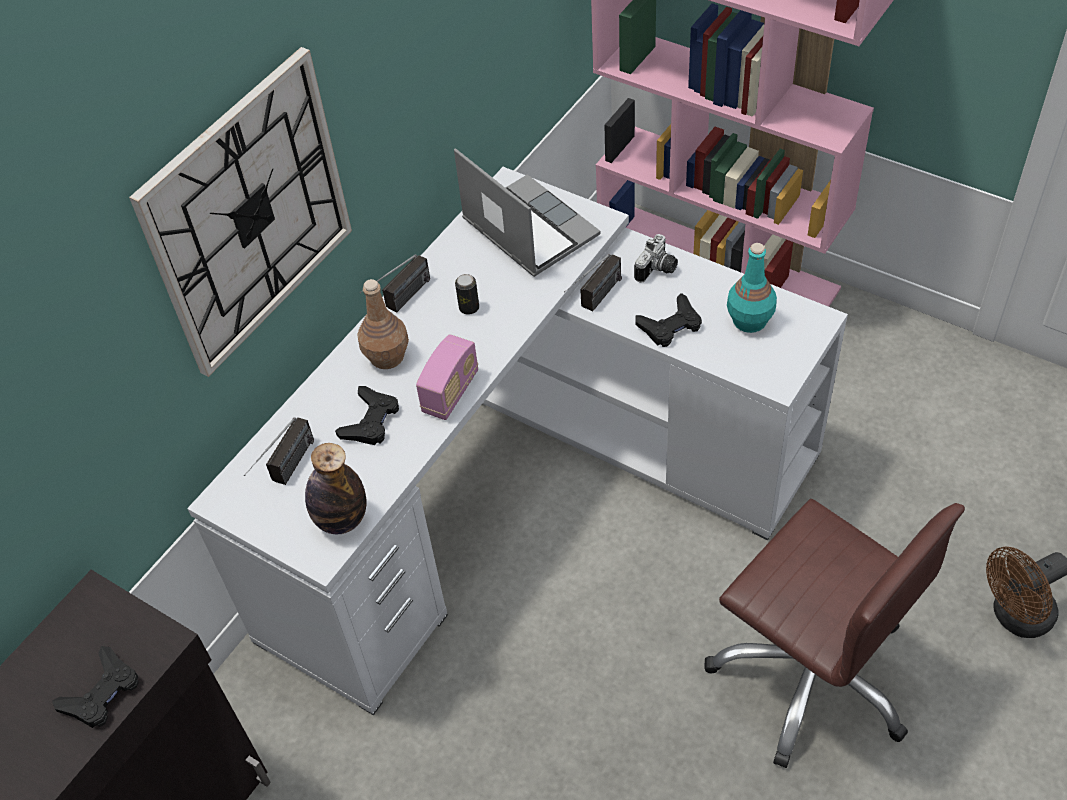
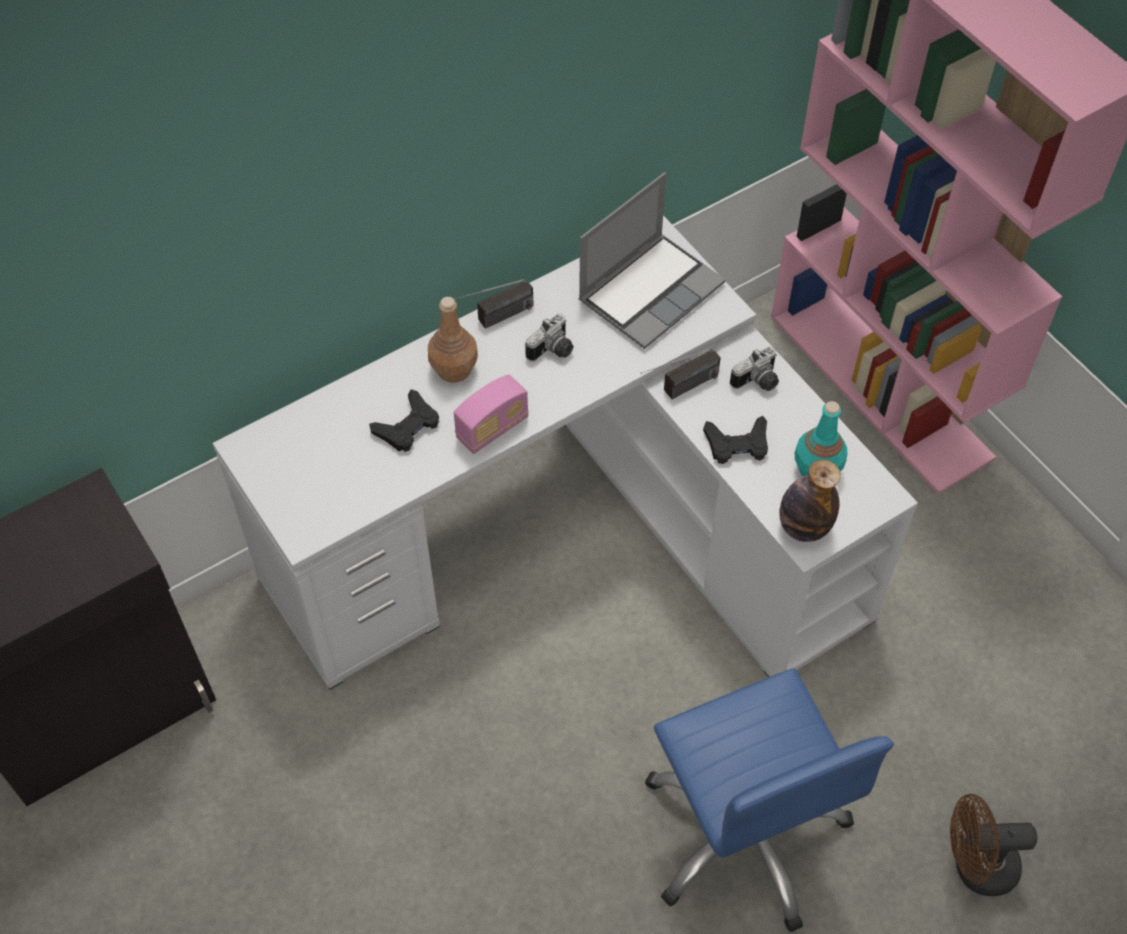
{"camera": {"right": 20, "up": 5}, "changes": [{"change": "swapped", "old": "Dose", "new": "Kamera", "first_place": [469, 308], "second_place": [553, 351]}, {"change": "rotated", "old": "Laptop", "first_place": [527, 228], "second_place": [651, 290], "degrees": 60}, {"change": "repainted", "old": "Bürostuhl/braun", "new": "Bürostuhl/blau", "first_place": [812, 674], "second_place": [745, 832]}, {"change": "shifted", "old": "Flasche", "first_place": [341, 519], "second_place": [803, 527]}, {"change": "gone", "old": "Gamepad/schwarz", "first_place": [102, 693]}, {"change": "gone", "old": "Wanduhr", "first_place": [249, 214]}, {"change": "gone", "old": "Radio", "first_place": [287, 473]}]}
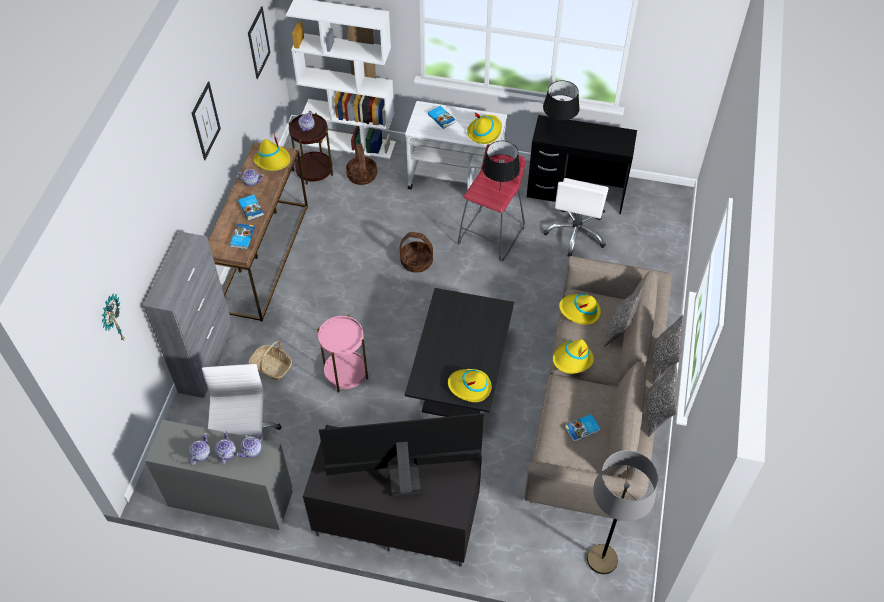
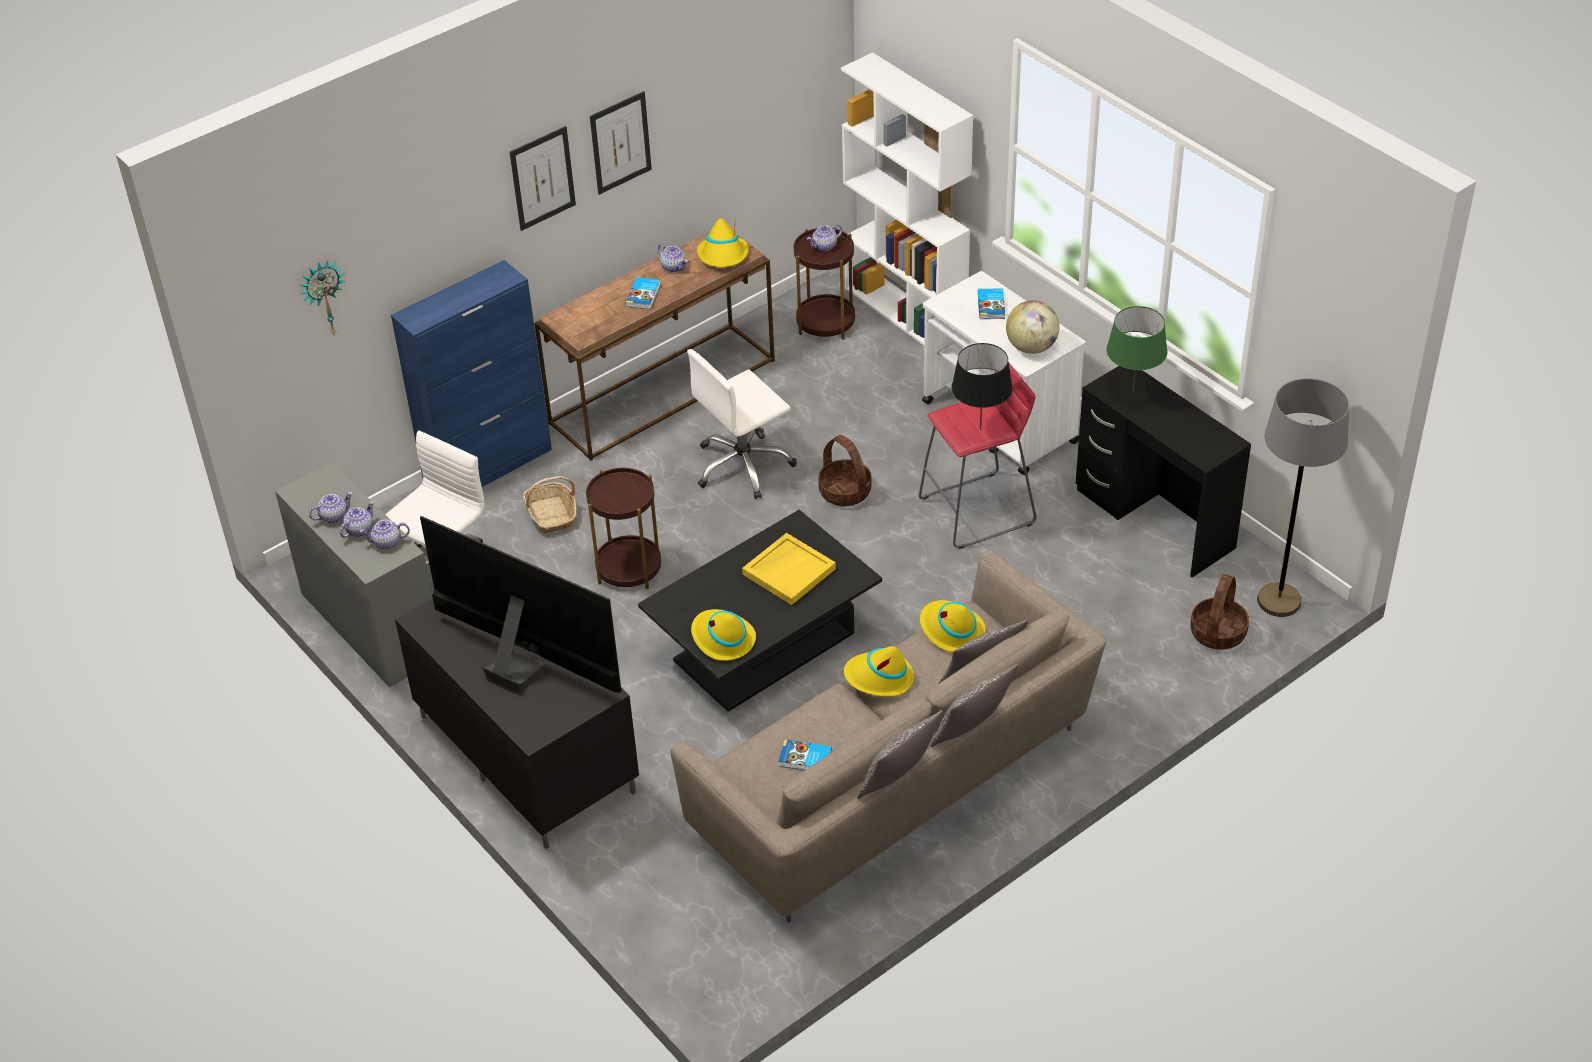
{"camera": {"right": 40, "up": -10}, "changes": [{"change": "repainted", "old": "Schrank/grau", "new": "Schrank/blau", "first_place": [206, 359], "second_place": [489, 467]}, {"change": "shifted", "old": "Bild", "first_place": [258, 42], "second_place": [542, 178]}, {"change": "repainted", "old": "Beistelltisch/rosa", "new": "Beistelltisch/braun", "first_place": [346, 373], "second_place": [628, 568]}, {"change": "shifted", "old": "Bürostuhl/weiß", "first_place": [576, 233], "second_place": [743, 466]}, {"change": "new", "new": "Tablett/gelb", "second_place": [789, 571]}, {"change": "swapped", "old": "Hut/gelb", "new": "Globus", "first_place": [484, 131], "second_place": [1031, 347]}, {"change": "repainted", "old": "Tischlampe/schwarz", "new": "Tischlampe/grün", "first_place": [558, 131], "second_place": [1132, 392]}, {"change": "shifted", "old": "Korb", "first_place": [362, 175], "second_place": [1218, 633]}, {"change": "shifted", "old": "Stehlampe/grau", "first_place": [602, 559], "second_place": [1279, 601]}, {"change": "gone", "old": "Buch", "first_place": [242, 237]}]}
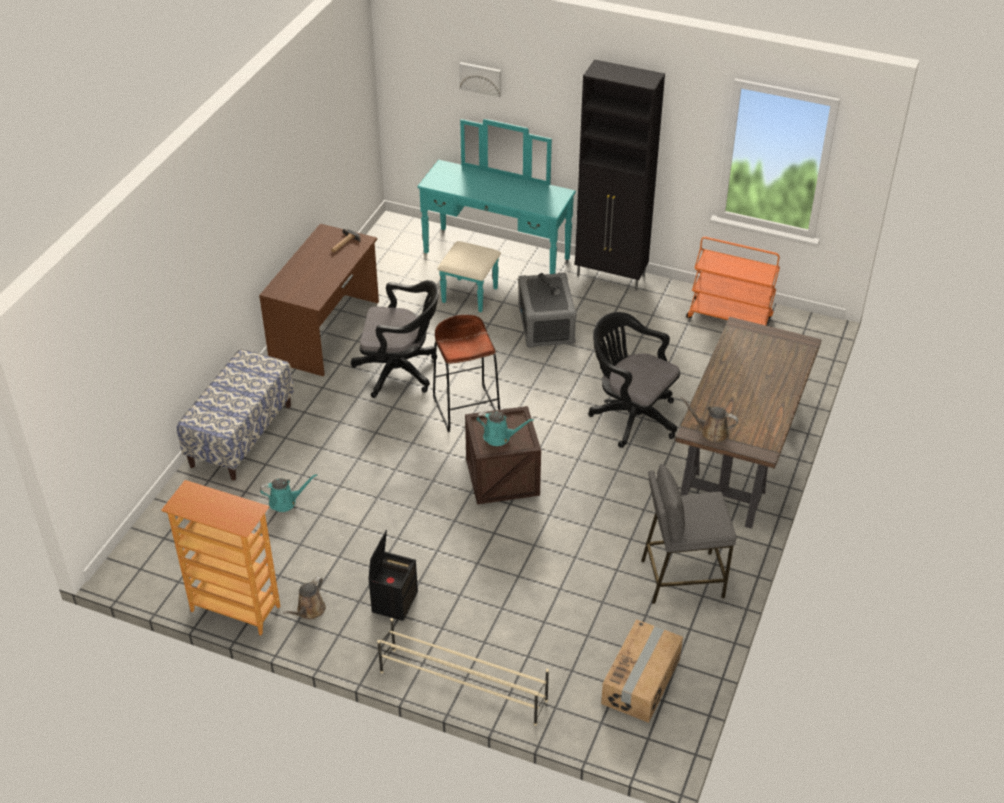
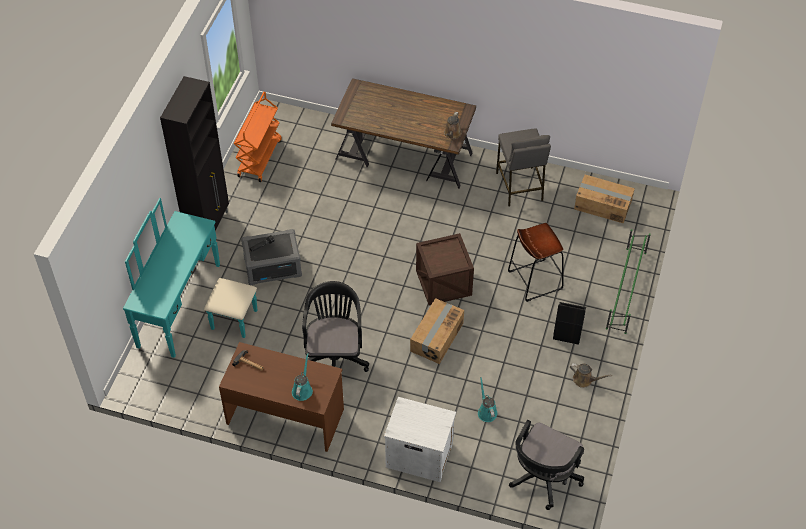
{"camera": {"right": -95, "up": 10}, "changes": [{"change": "shifted", "old": "Gießkanne/türkis", "first_place": [499, 437], "second_place": [302, 389]}, {"change": "swapped", "old": "Bank", "new": "Nachttisch/weiß", "first_place": [241, 435], "second_place": [418, 455]}, {"change": "new", "new": "Karton", "second_place": [436, 337]}, {"change": "shifted", "old": "Hocker/braun", "first_place": [466, 408], "second_place": [534, 280]}, {"change": "shifted", "old": "Bürostuhl/schwarz", "first_place": [630, 416], "second_place": [543, 479]}, {"change": "repainted", "old": "Schuhregal/beige", "new": "Schuhregal/grün", "first_place": [462, 685], "second_place": [626, 290]}, {"change": "gone", "old": "Bücherregal", "first_place": [234, 609]}, {"change": "gone", "old": "Bild", "first_place": [481, 78]}]}
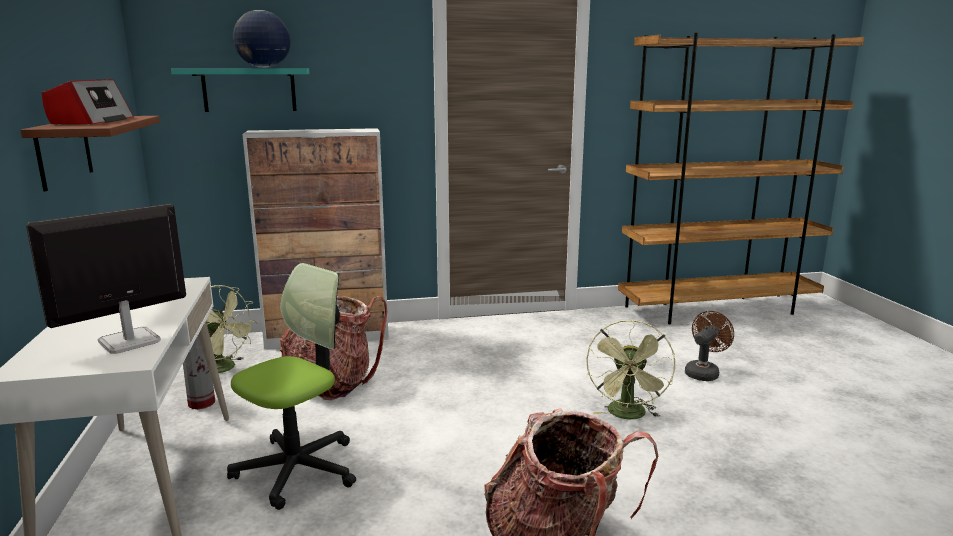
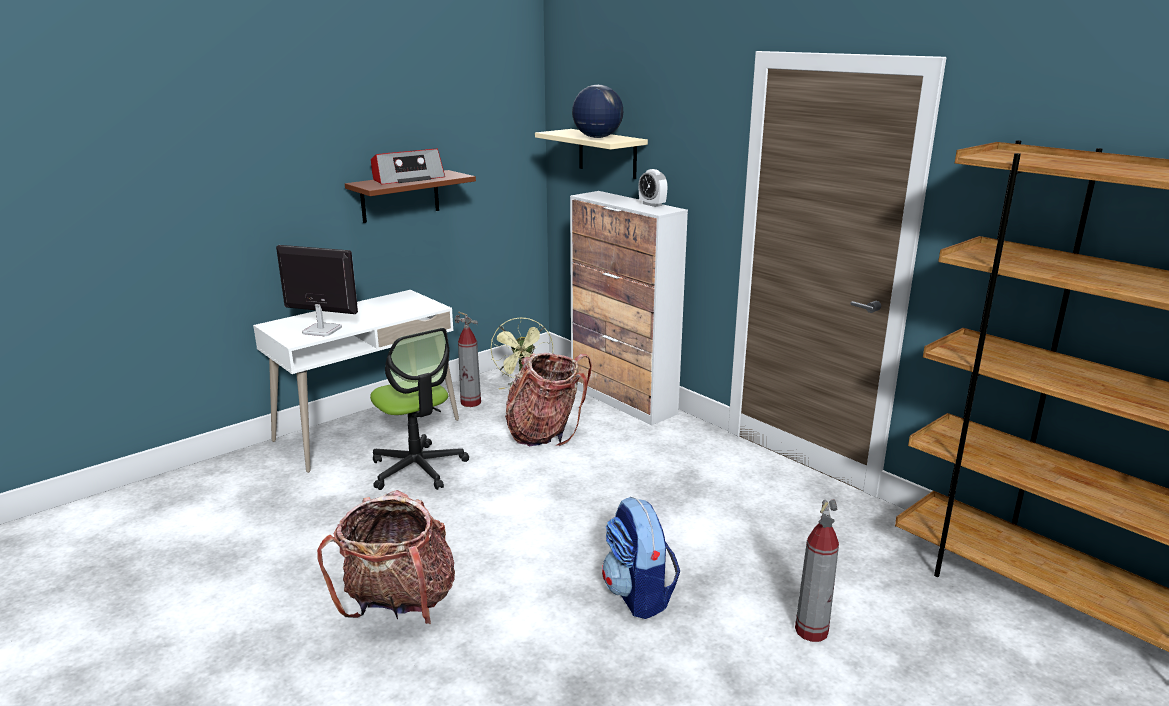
{"camera": {"right": 60, "up": 5}, "changes": [{"change": "rotated", "old": "Bürostuhl", "first_place": [297, 469], "second_place": [418, 468], "degrees": 45}, {"change": "repainted", "old": "Wandregal/türkis", "new": "Wandregal/beige", "first_place": [249, 90], "second_place": [607, 153]}, {"change": "swapped", "old": "Ventilator/grün", "new": "Rucksack", "first_place": [628, 415], "second_place": [639, 595]}, {"change": "new", "new": "Wecker", "second_place": [652, 204]}, {"change": "swapped", "old": "Ventilator/braun", "new": "Feuerlöscher", "first_place": [703, 372], "second_place": [811, 630]}]}
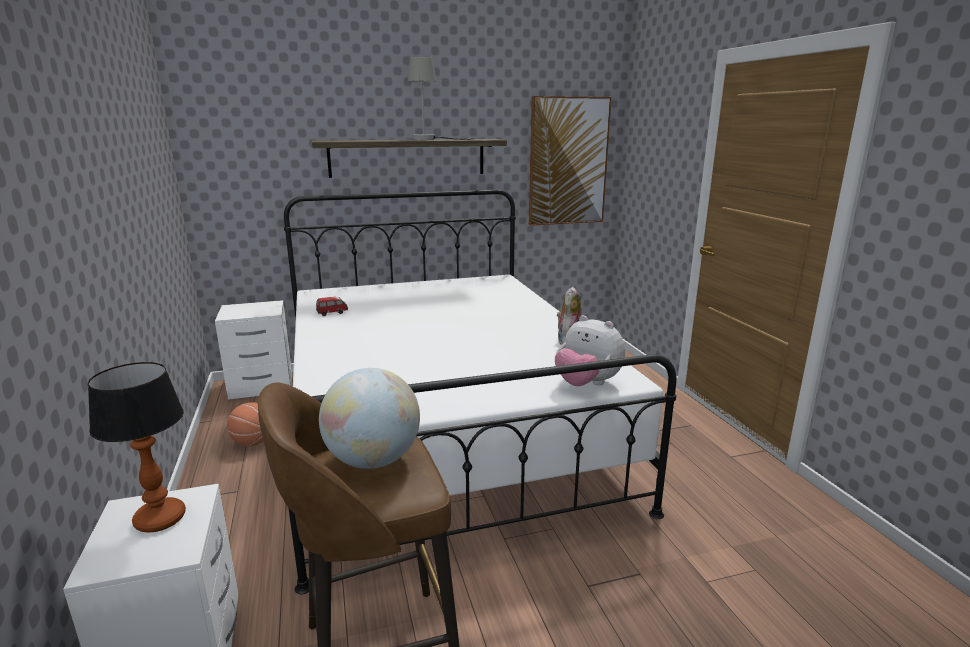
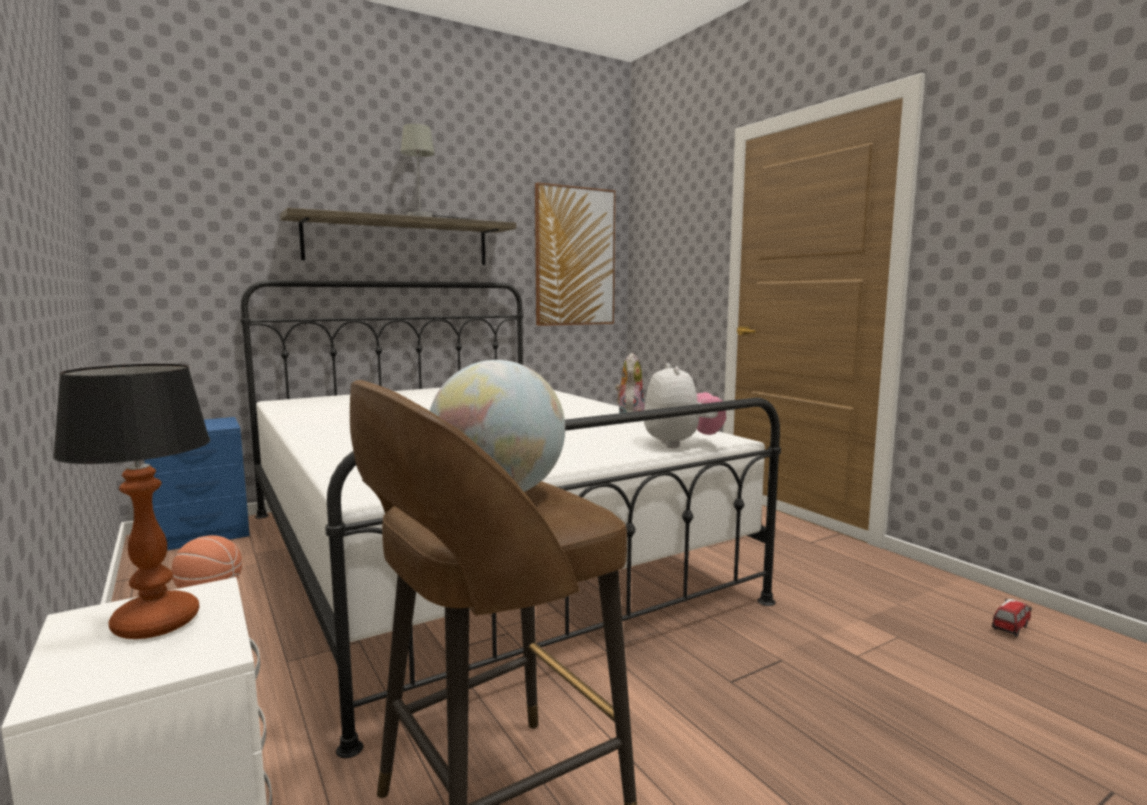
{"camera": {"right": -15, "up": -10}, "changes": [{"change": "repainted", "old": "Nachttisch/weiß", "new": "Nachttisch/blau", "first_place": [263, 386], "second_place": [205, 534]}, {"change": "rotated", "old": "Plüschtier", "first_place": [586, 384], "second_place": [681, 444], "degrees": -120}, {"change": "shifted", "old": "Spielzeugauto", "first_place": [332, 313], "second_place": [1010, 627]}]}
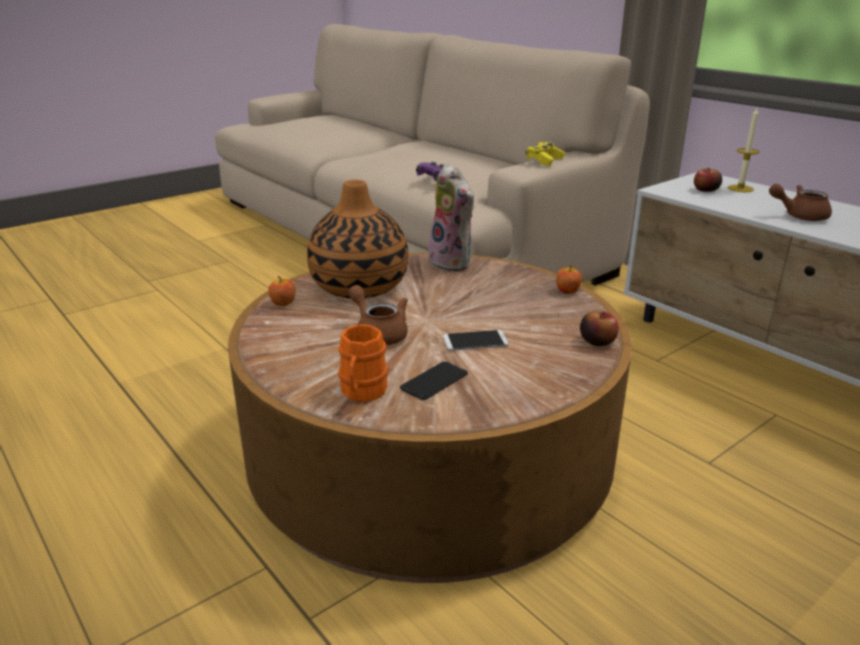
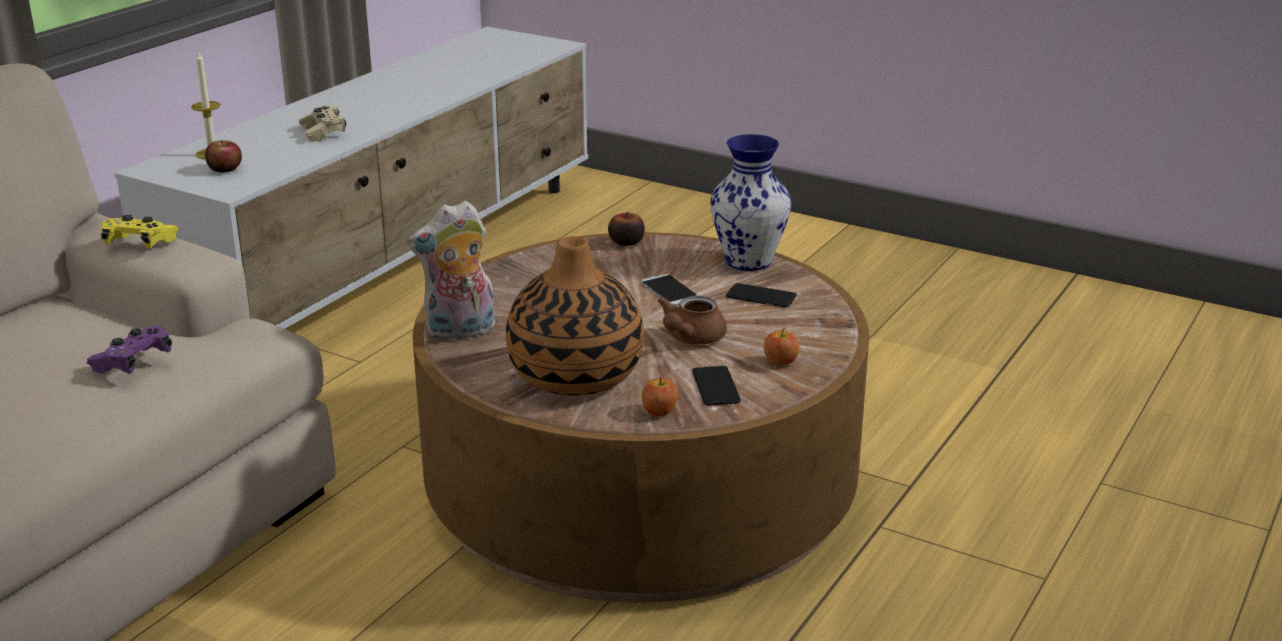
{"camera": {"right": -110, "up": 0}, "changes": [{"change": "swapped", "old": "Teekanne/braun", "new": "Gamepad/beige", "first_place": [799, 216], "second_place": [323, 132]}, {"change": "rotated", "old": "Plüschtier", "first_place": [453, 263], "second_place": [460, 332], "degrees": -150}, {"change": "new", "new": "Handy", "second_place": [715, 387]}, {"change": "new", "new": "Vase", "second_place": [748, 262]}, {"change": "shifted", "old": "Apfel", "first_place": [567, 291], "second_place": [780, 362]}, {"change": "gone", "old": "Henkelbecher/orange", "first_place": [362, 393]}]}
